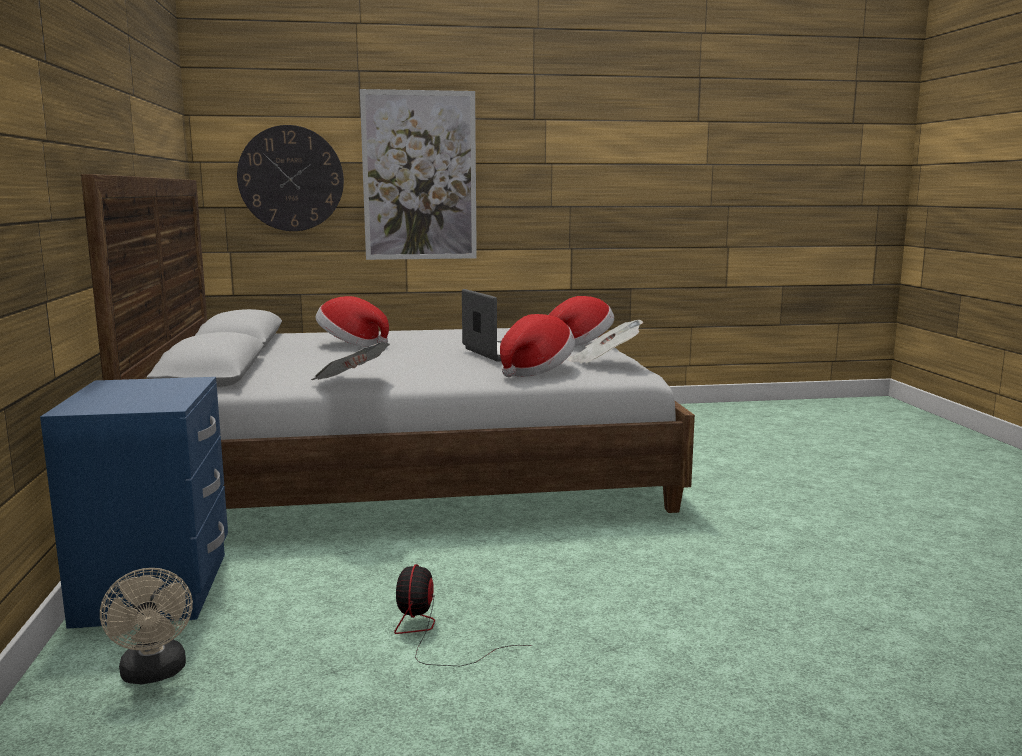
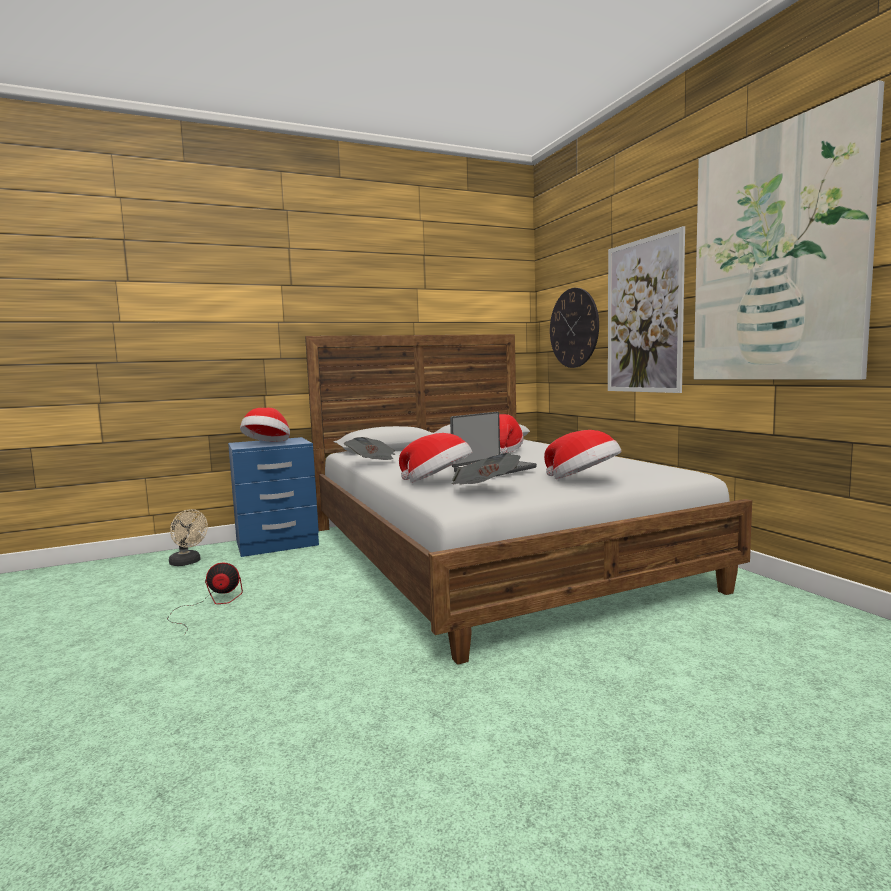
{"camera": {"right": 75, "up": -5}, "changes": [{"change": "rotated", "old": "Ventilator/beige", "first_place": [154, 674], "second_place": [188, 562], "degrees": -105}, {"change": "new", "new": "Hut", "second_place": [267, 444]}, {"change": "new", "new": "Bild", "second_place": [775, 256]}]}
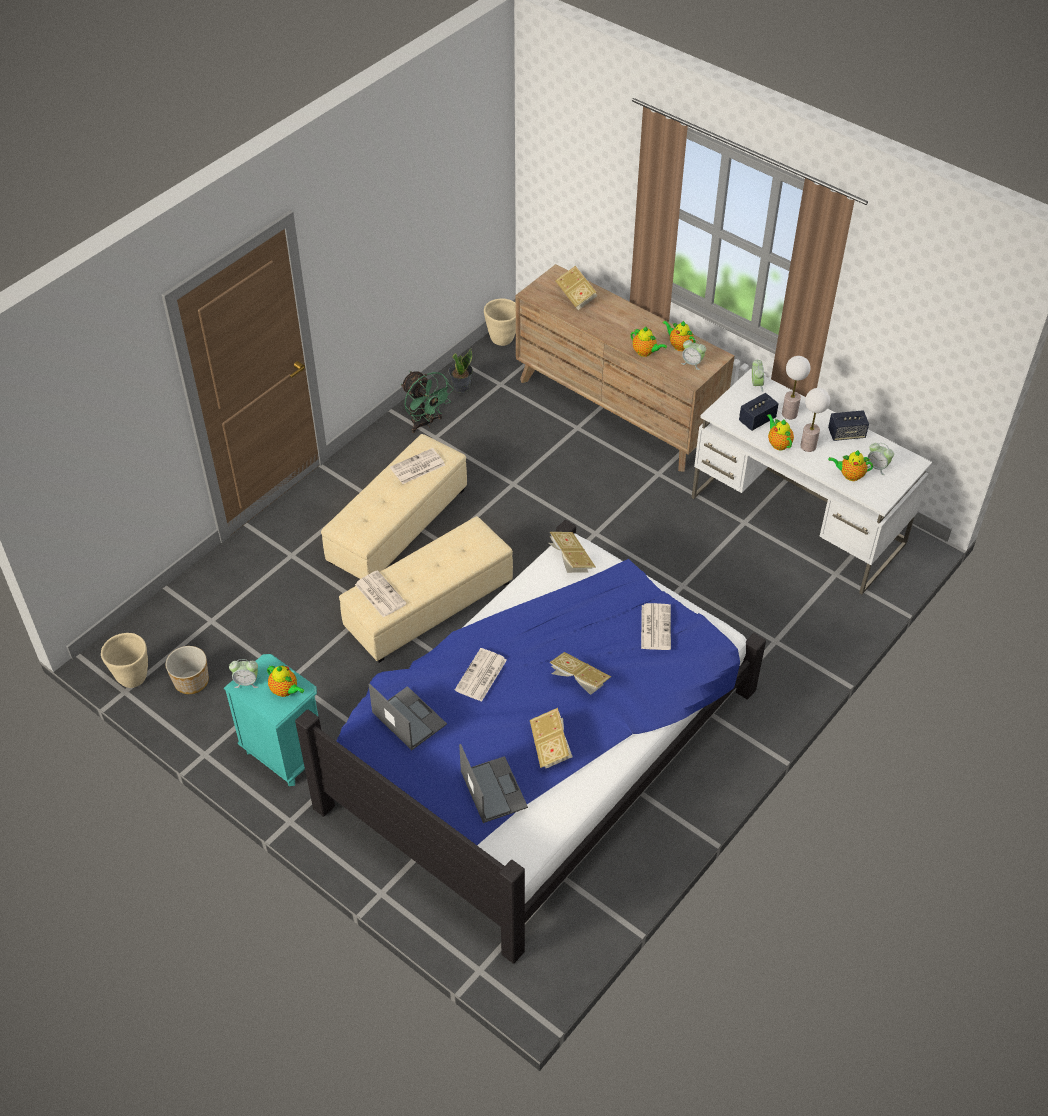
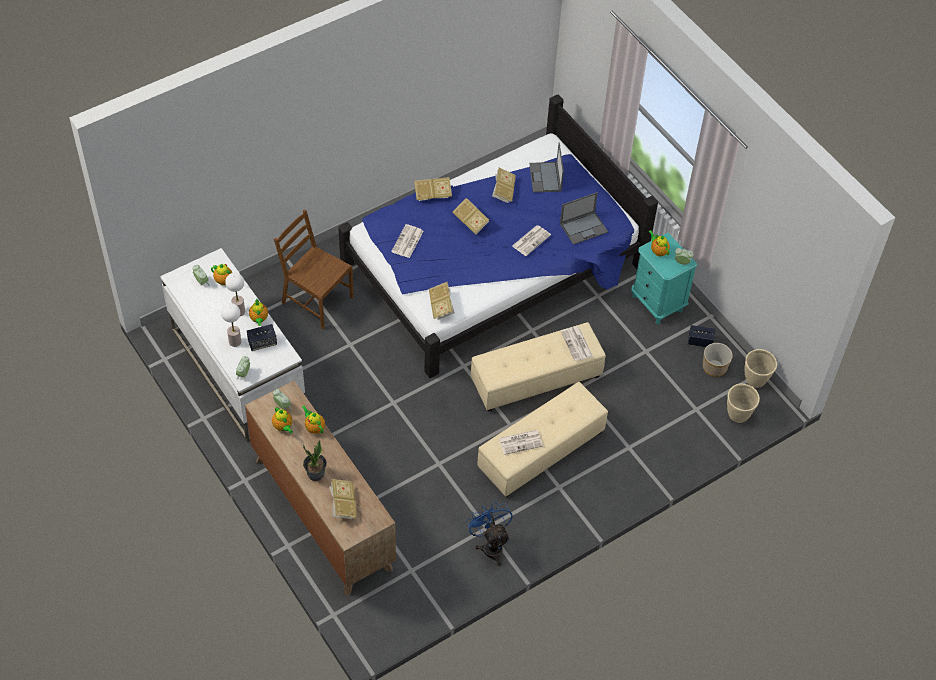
{"camera": {"right": -165, "up": 5}, "changes": [{"change": "new", "new": "Stuhl/braun", "second_place": [316, 300]}, {"change": "shifted", "old": "Topfpflanze", "first_place": [461, 386], "second_place": [316, 474]}, {"change": "new", "new": "Buch", "second_place": [432, 194]}, {"change": "repainted", "old": "Ventilator/grün", "new": "Ventilator/blau", "first_place": [425, 423], "second_place": [490, 545]}, {"change": "rotated", "old": "Laptop", "first_place": [408, 718], "second_place": [584, 227], "degrees": -90}, {"change": "shifted", "old": "Lautsprecher", "first_place": [846, 434], "second_place": [700, 341]}, {"change": "shifted", "old": "Pflanzkübel/beige", "first_place": [502, 339], "second_place": [738, 415]}]}
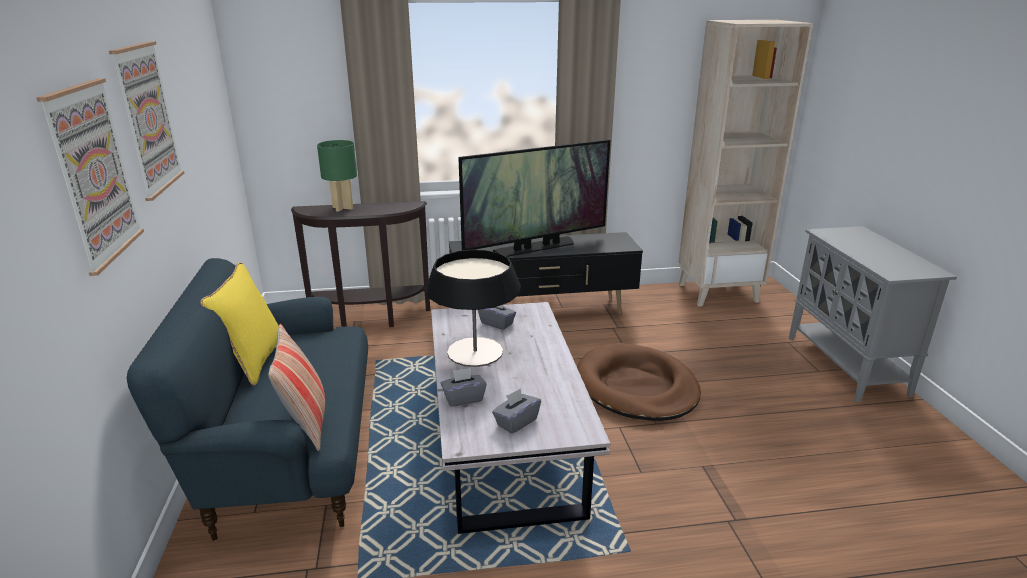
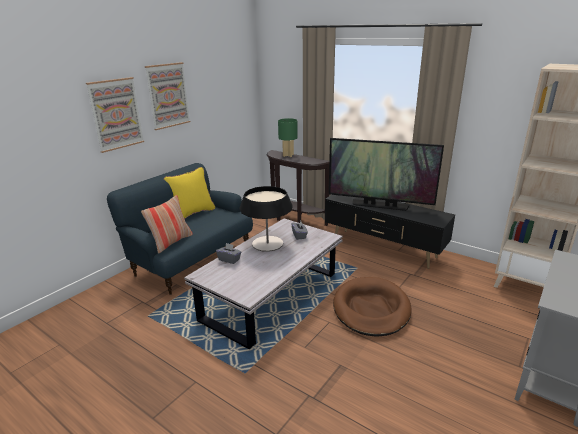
{"camera": {"right": 45, "up": 0}, "changes": [{"change": "gone", "old": "Taschentuchbox/grau", "first_place": [516, 422]}]}
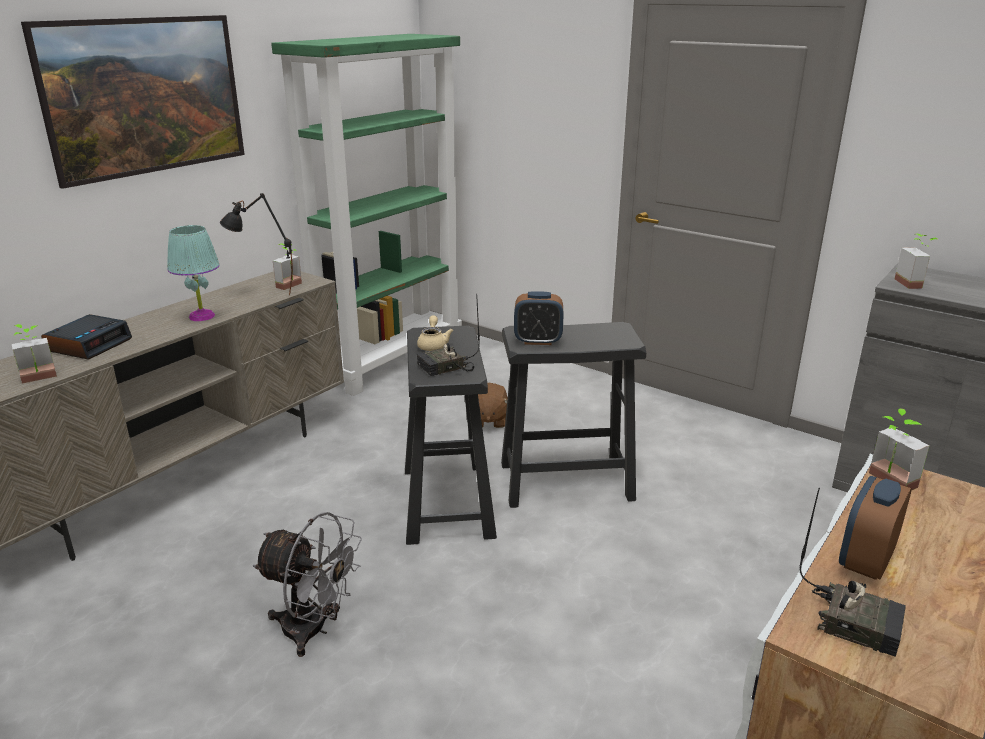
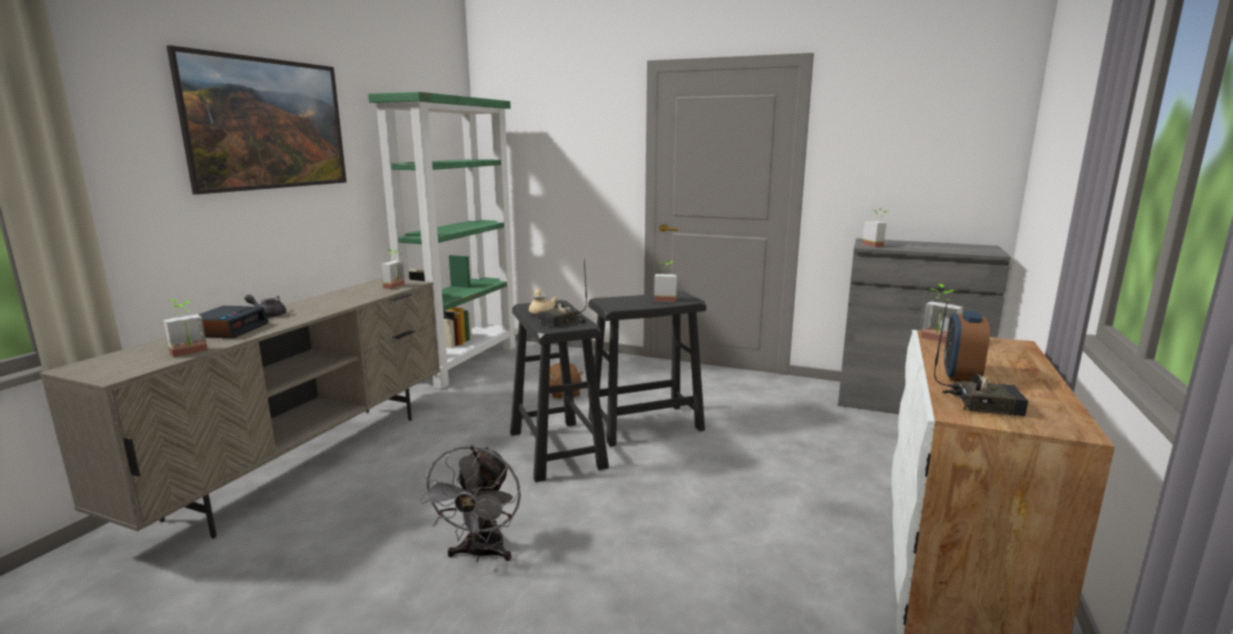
{"camera": {"right": -15, "up": -10}, "changes": [{"change": "new", "new": "Teekanne/grau", "second_place": [268, 314]}, {"change": "rotated", "old": "Ventilator/grau", "first_place": [314, 630], "second_place": [480, 554], "degrees": 90}, {"change": "new", "new": "Topfpflanze", "second_place": [665, 299]}, {"change": "gone", "old": "Tischlampe/türkis", "first_place": [202, 316]}, {"change": "gone", "old": "Tischlampe/schwarz", "first_place": [264, 297]}, {"change": "gone", "old": "Wecker", "first_place": [538, 341]}]}
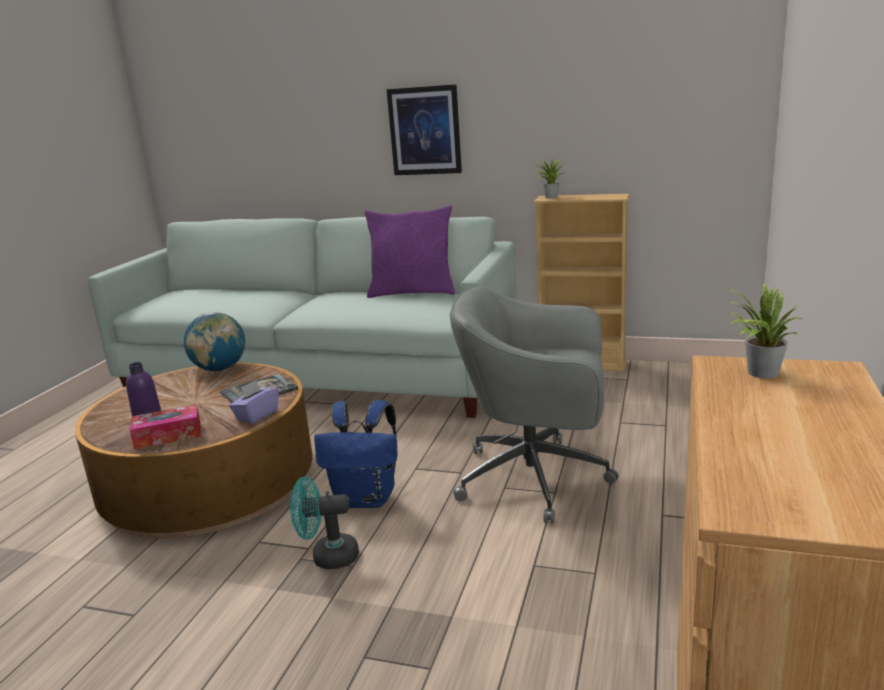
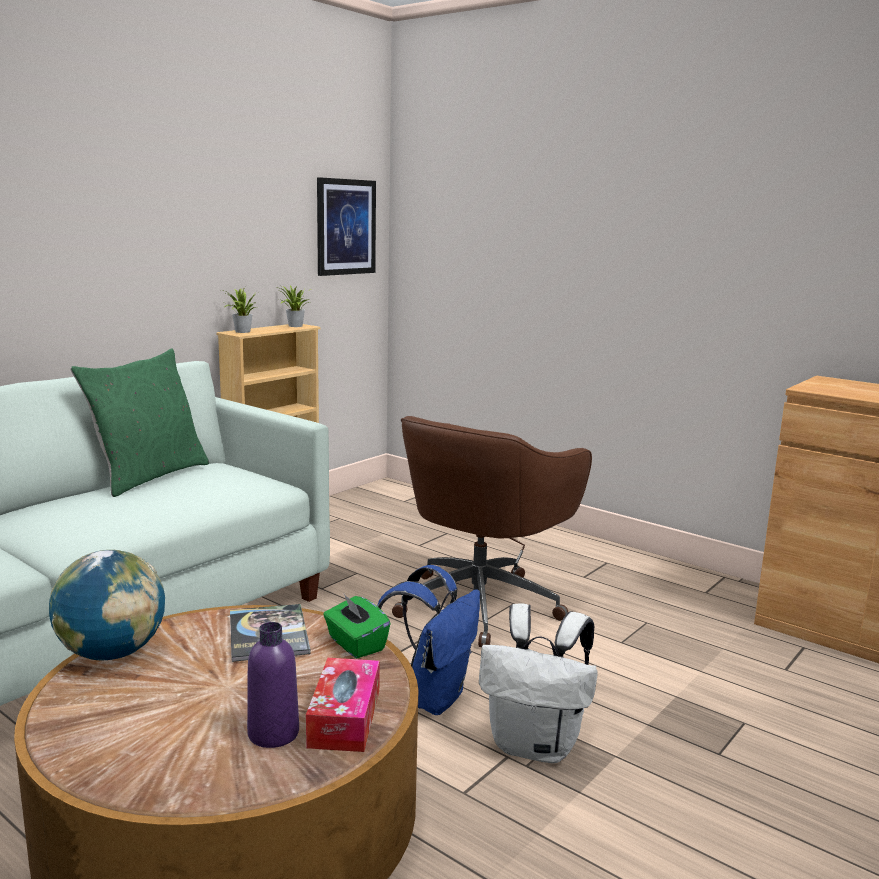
{"camera": {"right": -70, "up": -5}, "changes": [{"change": "repainted", "old": "Kissen/lila", "new": "Kissen/grün", "first_place": [412, 292], "second_place": [148, 476]}, {"change": "shifted", "old": "Topfpflanze", "first_place": [758, 373], "second_place": [294, 326]}, {"change": "shifted", "old": "Bild", "first_place": [425, 131], "second_place": [346, 227]}, {"change": "repainted", "old": "Taschentuchbox/lila", "new": "Taschentuchbox/grün", "first_place": [257, 415], "second_place": [355, 644]}, {"change": "repainted", "old": "Bürostuhl/grau", "new": "Bürostuhl/braun", "first_place": [537, 478], "second_place": [481, 603]}, {"change": "swapped", "old": "Ventilator/türkis", "new": "Rucksack/weiß", "first_place": [327, 557], "second_place": [536, 746]}]}
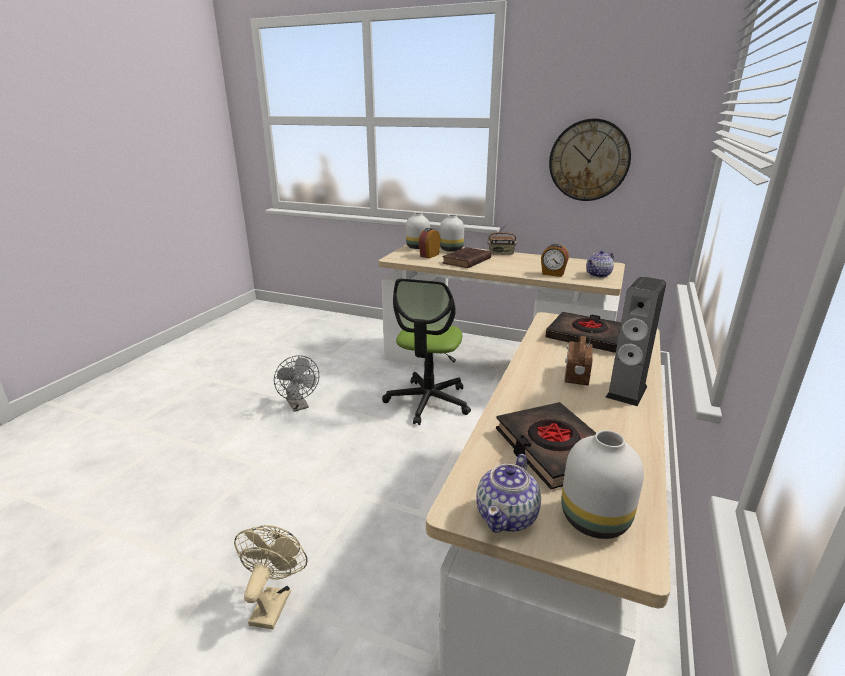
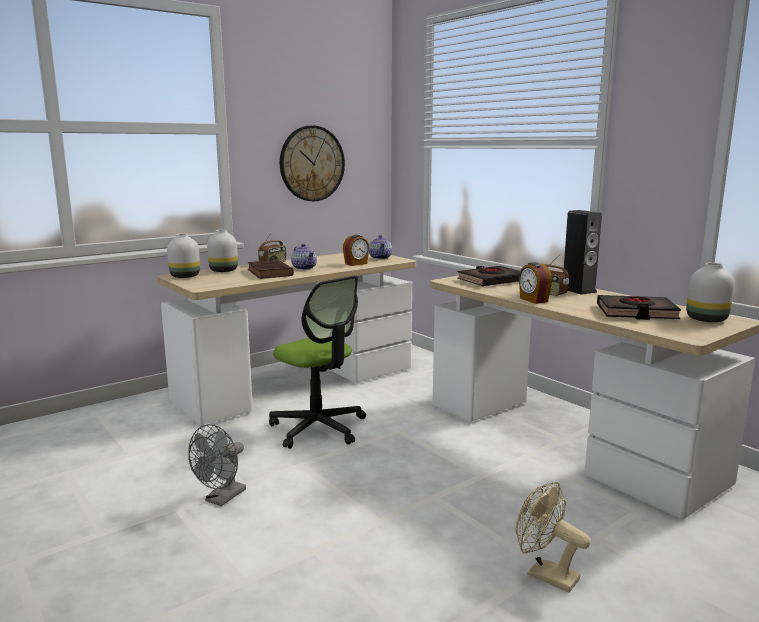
{"camera": {"right": -60, "up": -10}, "changes": [{"change": "rotated", "old": "Ventilator/grau", "first_place": [299, 406], "second_place": [222, 499], "degrees": 120}, {"change": "shifted", "old": "Teekanne", "first_place": [507, 516], "second_place": [304, 268]}, {"change": "shifted", "old": "Wecker", "first_place": [429, 255], "second_place": [533, 300]}]}
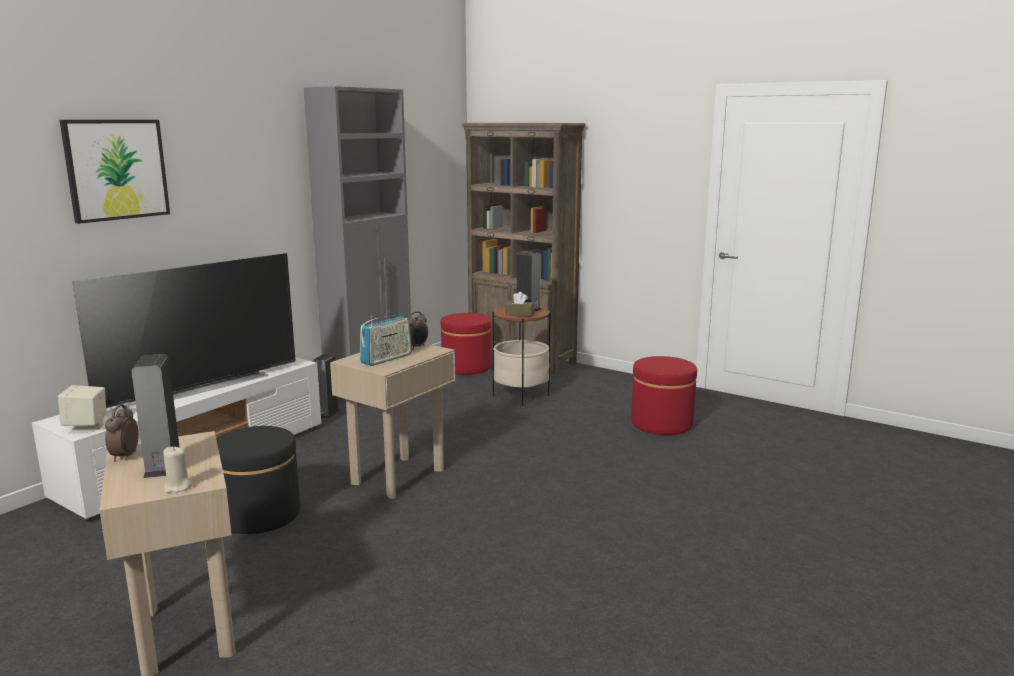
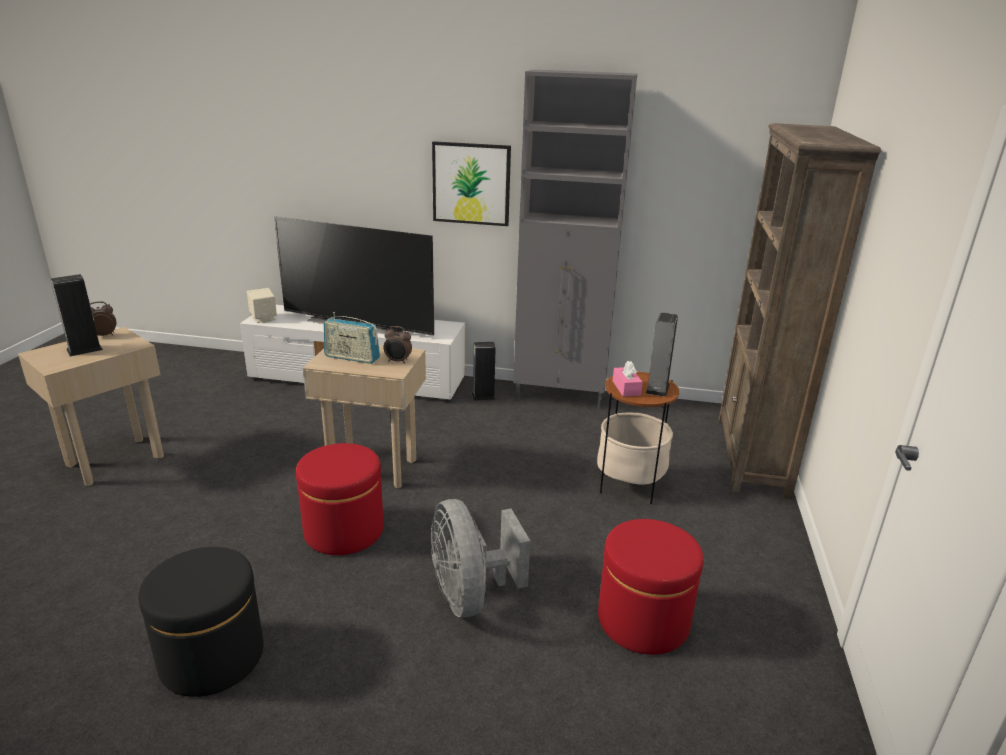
{"camera": {"right": 65, "up": 10}, "changes": [{"change": "shifted", "old": "Polsterhocker/schwarz", "first_place": [259, 515], "second_place": [212, 657]}, {"change": "shifted", "old": "Polsterhocker/rot", "first_place": [466, 367], "second_place": [344, 531]}, {"change": "new", "new": "Ventilator/grau", "second_place": [470, 595]}, {"change": "shifted", "old": "Bild", "first_place": [116, 169], "second_place": [471, 183]}, {"change": "repainted", "old": "Taschentuchbox/braun", "new": "Taschentuchbox/rosa", "first_place": [519, 314], "second_place": [626, 388]}, {"change": "gone", "old": "Kerze/beige", "first_place": [178, 487]}]}
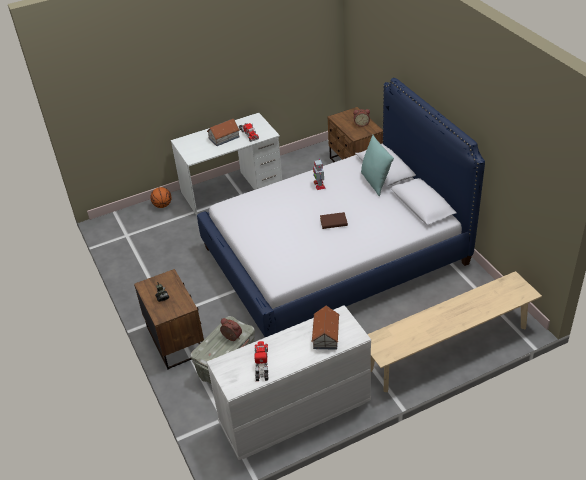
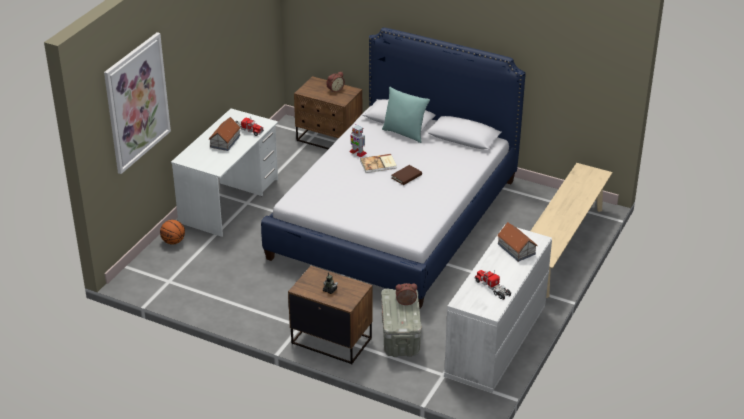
{"camera": {"right": -40, "up": -5}, "changes": [{"change": "new", "new": "Bild", "second_place": [137, 102]}, {"change": "new", "new": "Buch", "second_place": [378, 164]}]}
